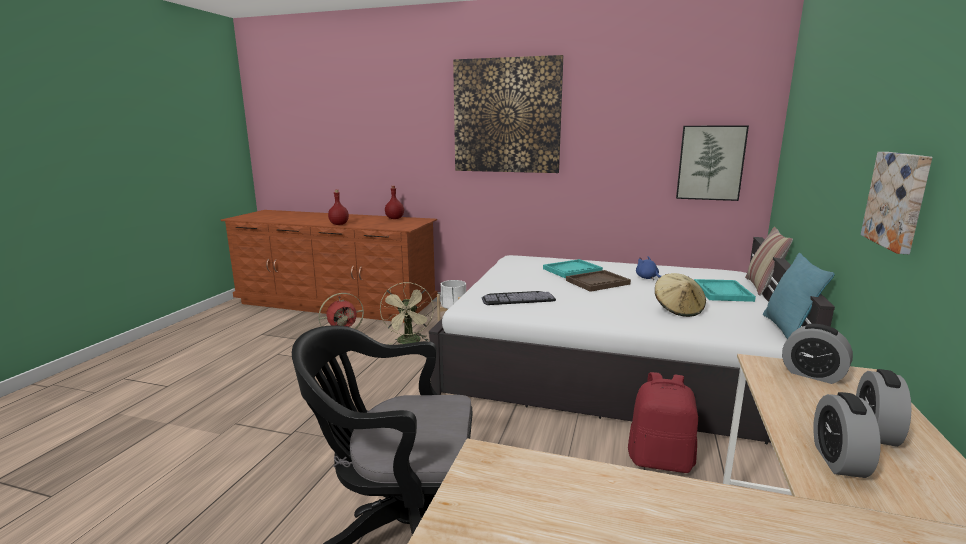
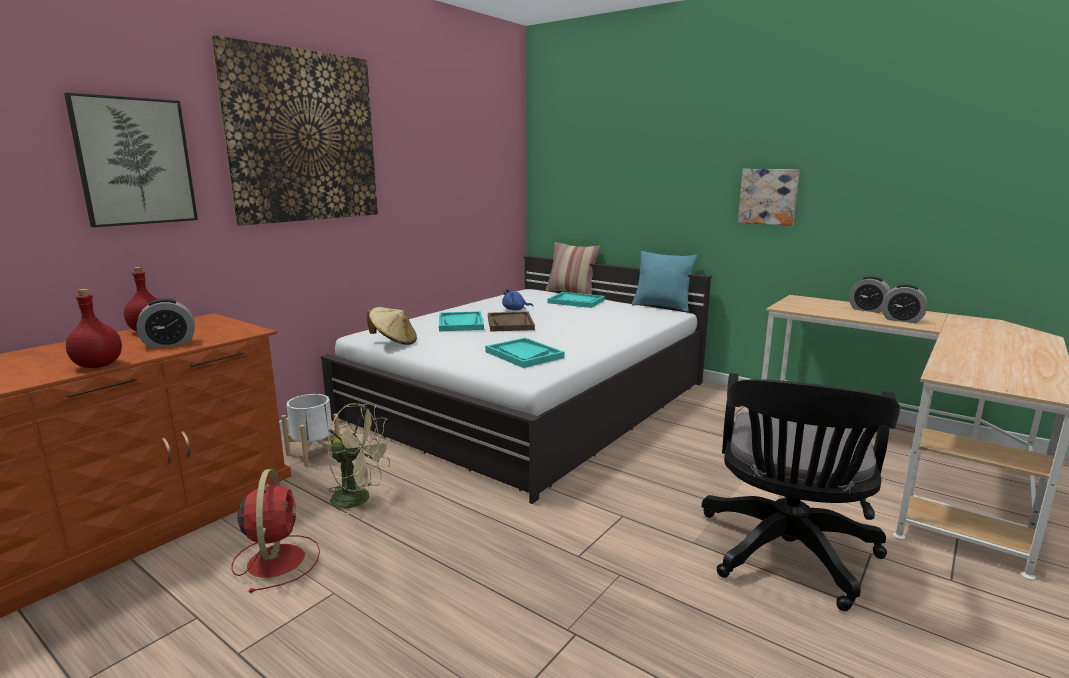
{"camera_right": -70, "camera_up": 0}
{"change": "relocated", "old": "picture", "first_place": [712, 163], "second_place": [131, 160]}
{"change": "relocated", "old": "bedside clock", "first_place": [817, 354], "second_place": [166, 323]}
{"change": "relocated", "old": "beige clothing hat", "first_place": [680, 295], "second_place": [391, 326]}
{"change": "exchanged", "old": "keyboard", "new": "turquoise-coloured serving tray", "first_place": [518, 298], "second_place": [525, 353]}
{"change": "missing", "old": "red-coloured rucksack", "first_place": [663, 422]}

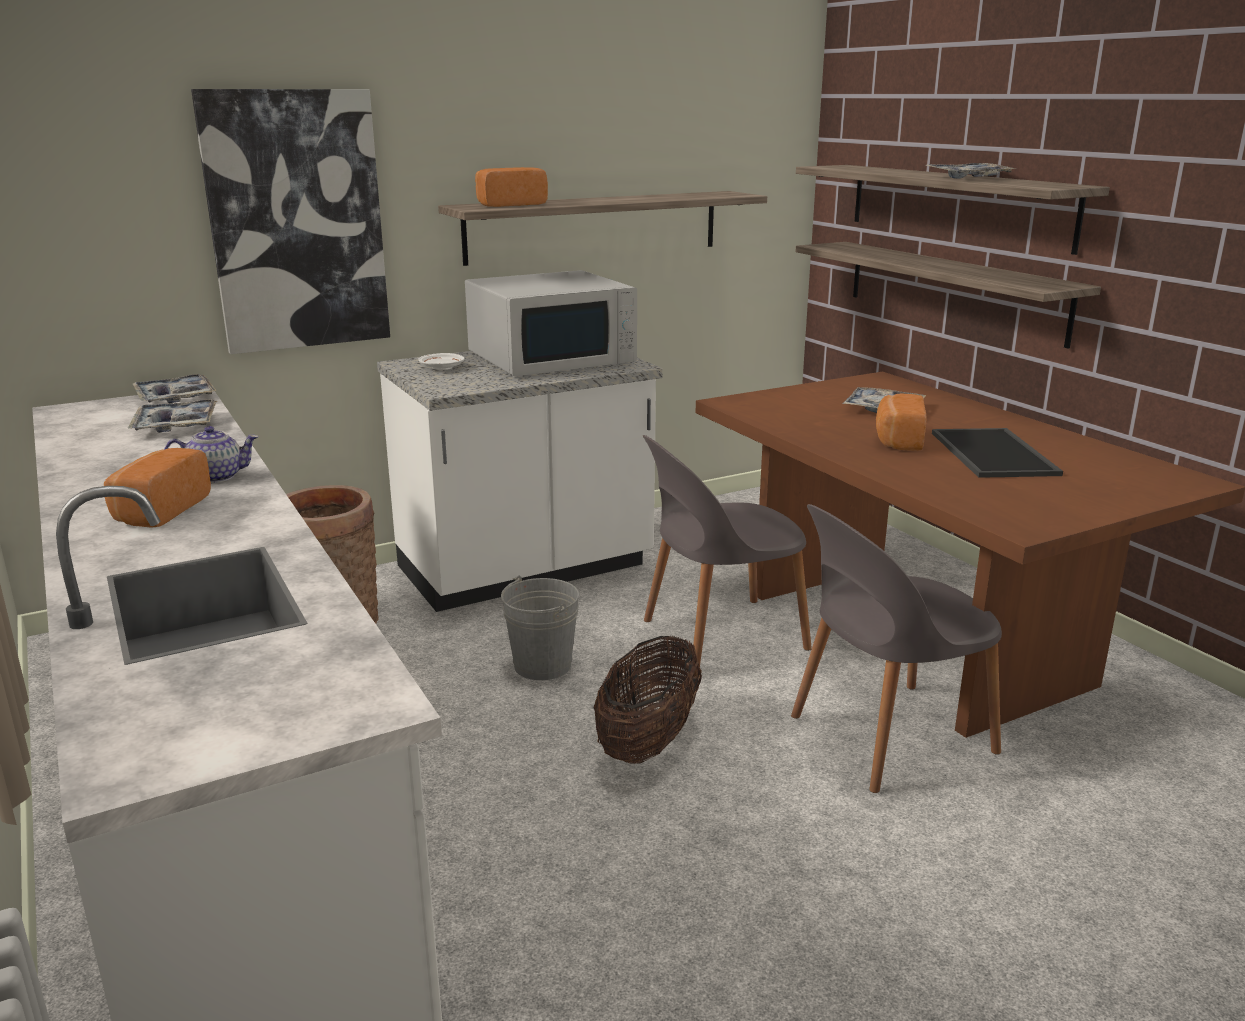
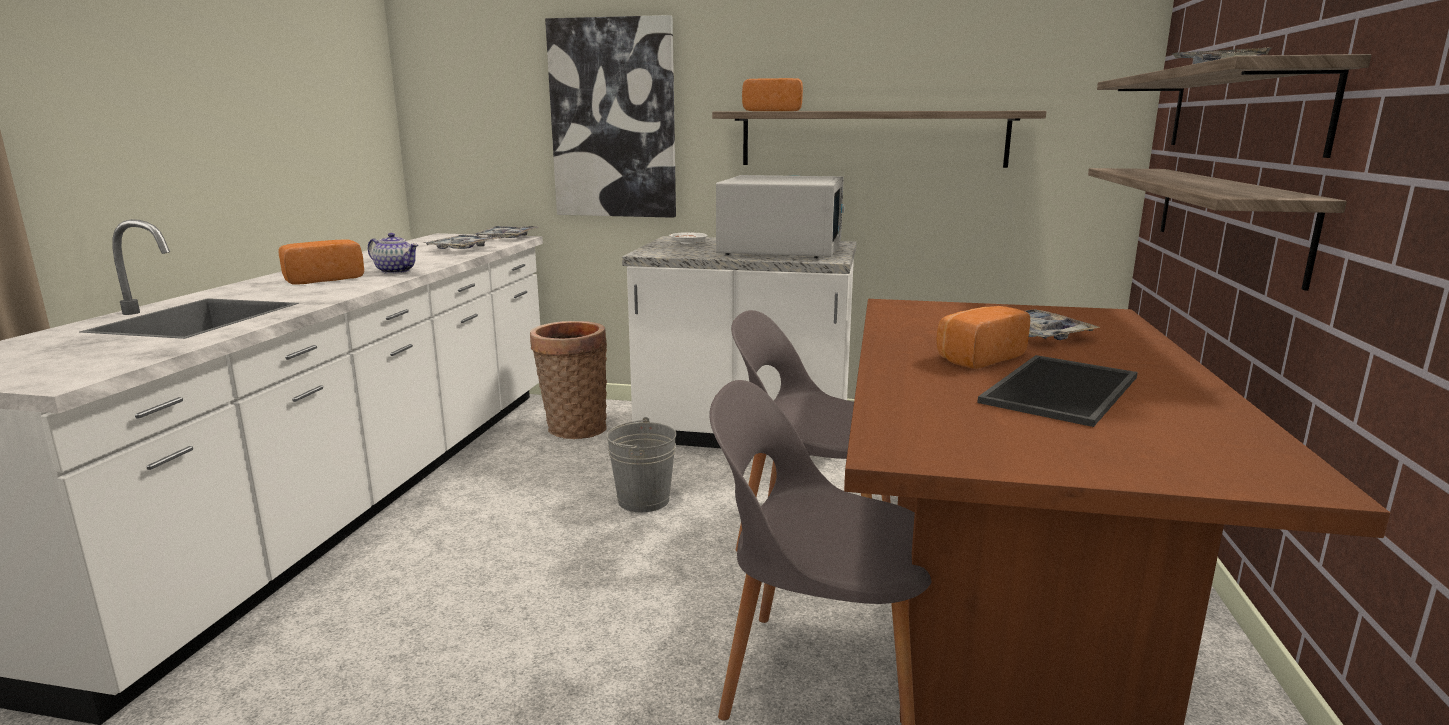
{"camera_right": 40, "camera_up": -5}
{"change": "spun", "old": "white-coloured microwave", "first_place": [551, 323], "second_place": [780, 216], "degrees": -90}
{"change": "missing", "old": "storage basket", "first_place": [647, 699]}

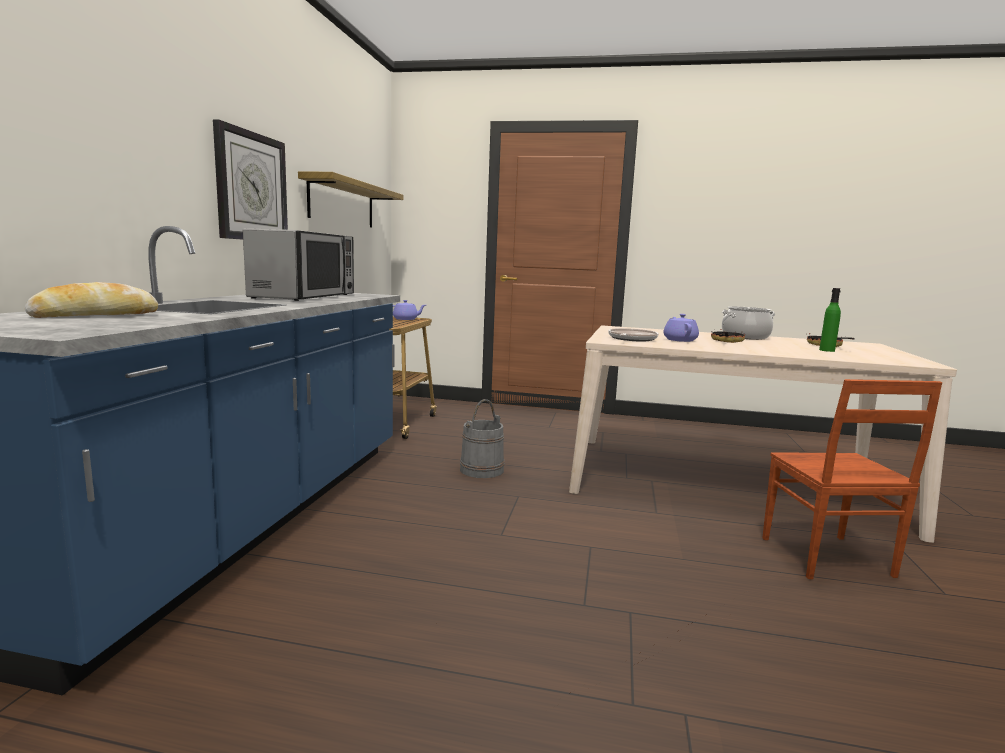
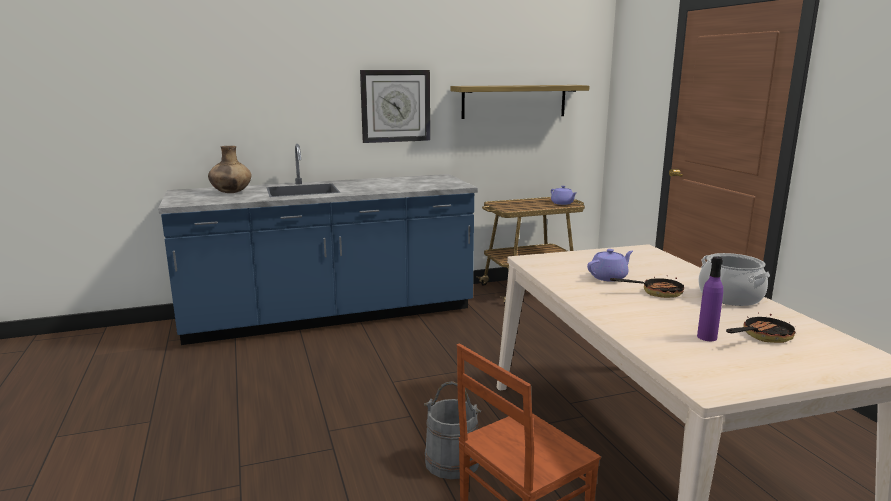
{"camera_right": 60, "camera_up": 5}
{"change": "exchanged", "old": "bread", "new": "brown vase", "first_place": [91, 300], "second_place": [230, 169]}
{"change": "relocated", "old": "grey pail", "first_place": [482, 438], "second_place": [452, 430]}
{"change": "colour", "old": "green-coloured bottle", "new": "purple bottle", "first_place": [830, 320], "second_place": [710, 298]}
{"change": "missing", "old": "microwave", "first_place": [298, 264]}
{"change": "missing", "old": "frying pan", "first_place": [633, 334]}

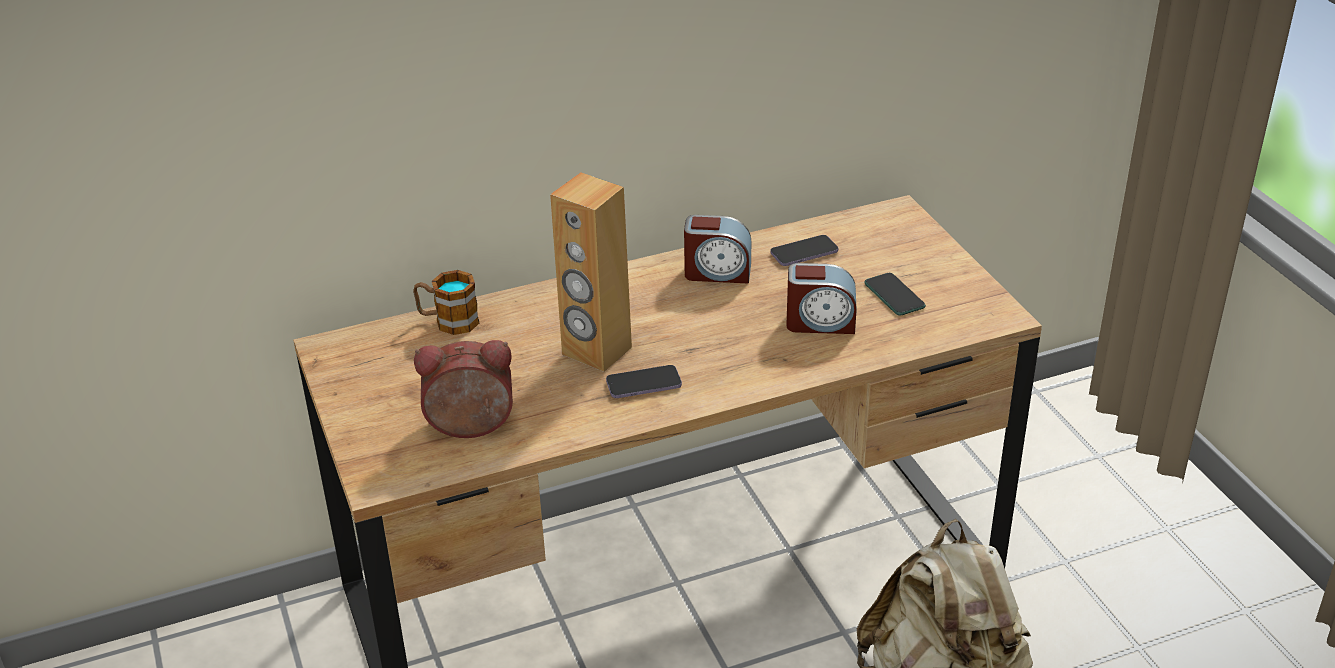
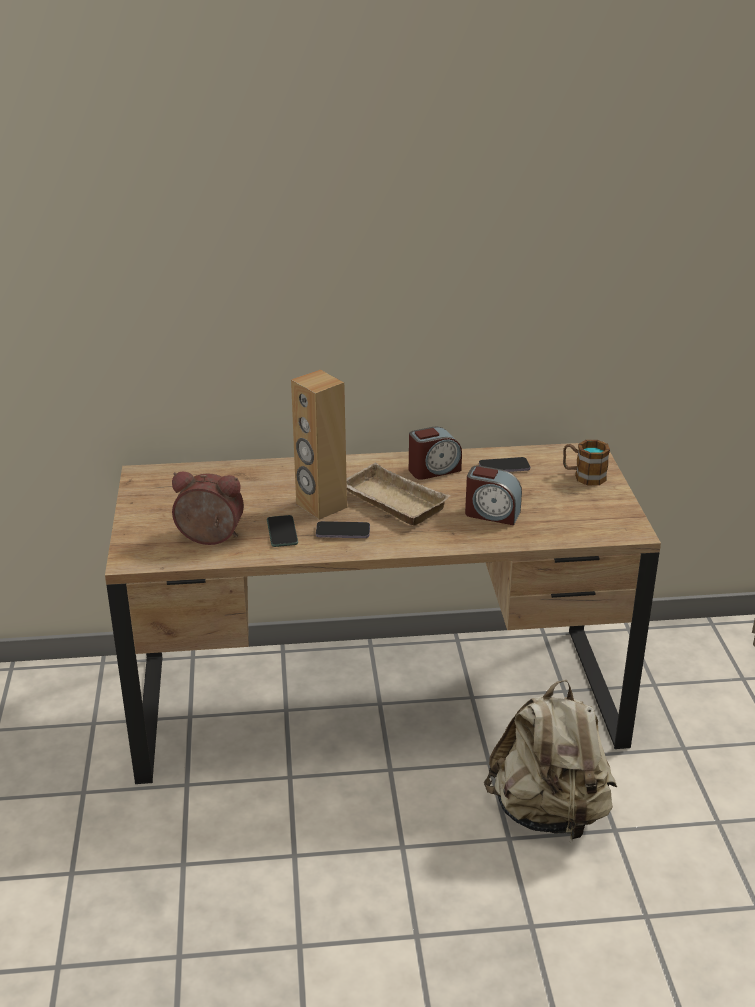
{"camera_right": 15, "camera_up": -5}
{"change": "relocated", "old": "telephone", "first_place": [895, 294], "second_place": [282, 531]}
{"change": "appeared", "new": "beige serving tray", "second_place": [398, 494]}
{"change": "spun", "old": "bedside clock", "first_place": [717, 249], "second_place": [435, 453], "degrees": -45}
{"change": "relocated", "old": "coffee mug", "first_place": [446, 302], "second_place": [586, 462]}

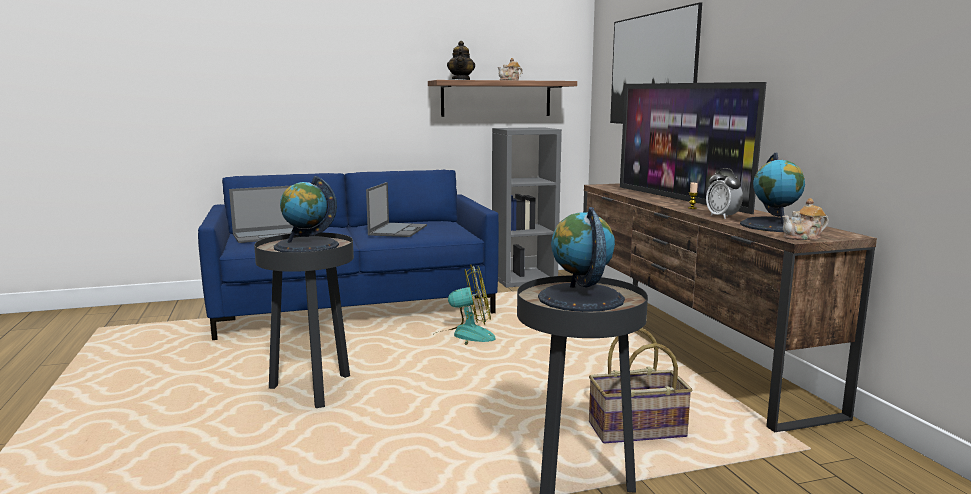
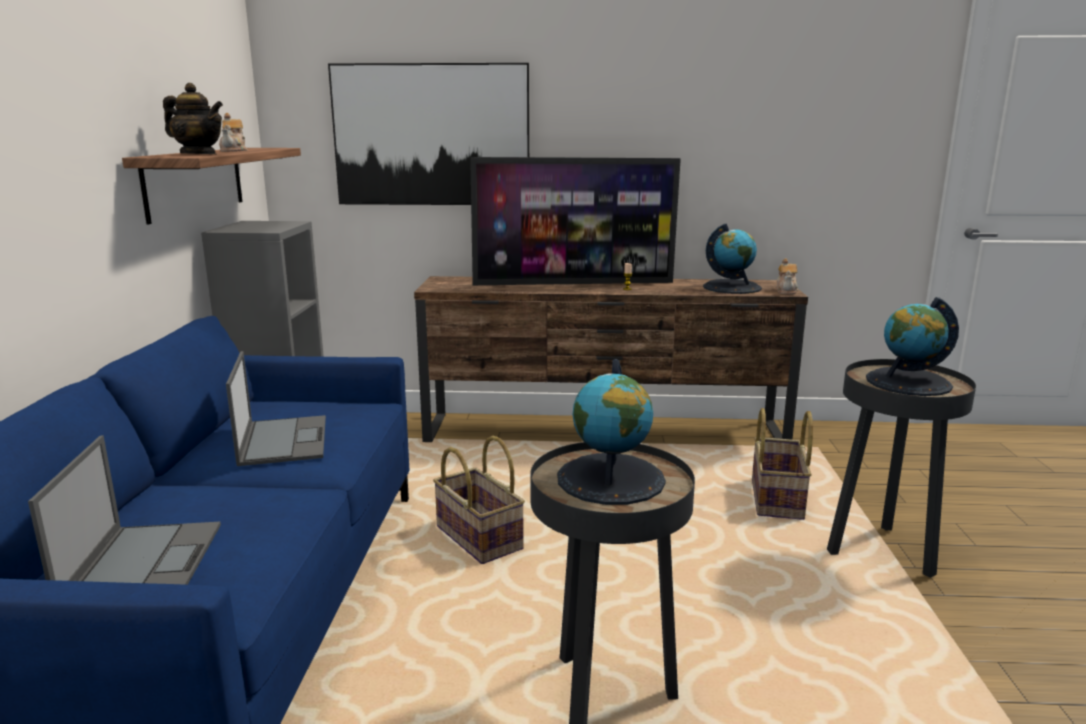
{"camera_right": -70, "camera_up": 5}
{"change": "spun", "old": "notebook computer", "first_place": [396, 209], "second_place": [276, 408], "degrees": 45}
{"change": "exchanged", "old": "fan", "new": "storage basket", "first_place": [465, 304], "second_place": [479, 500]}
{"change": "missing", "old": "bedside clock", "first_place": [724, 193]}

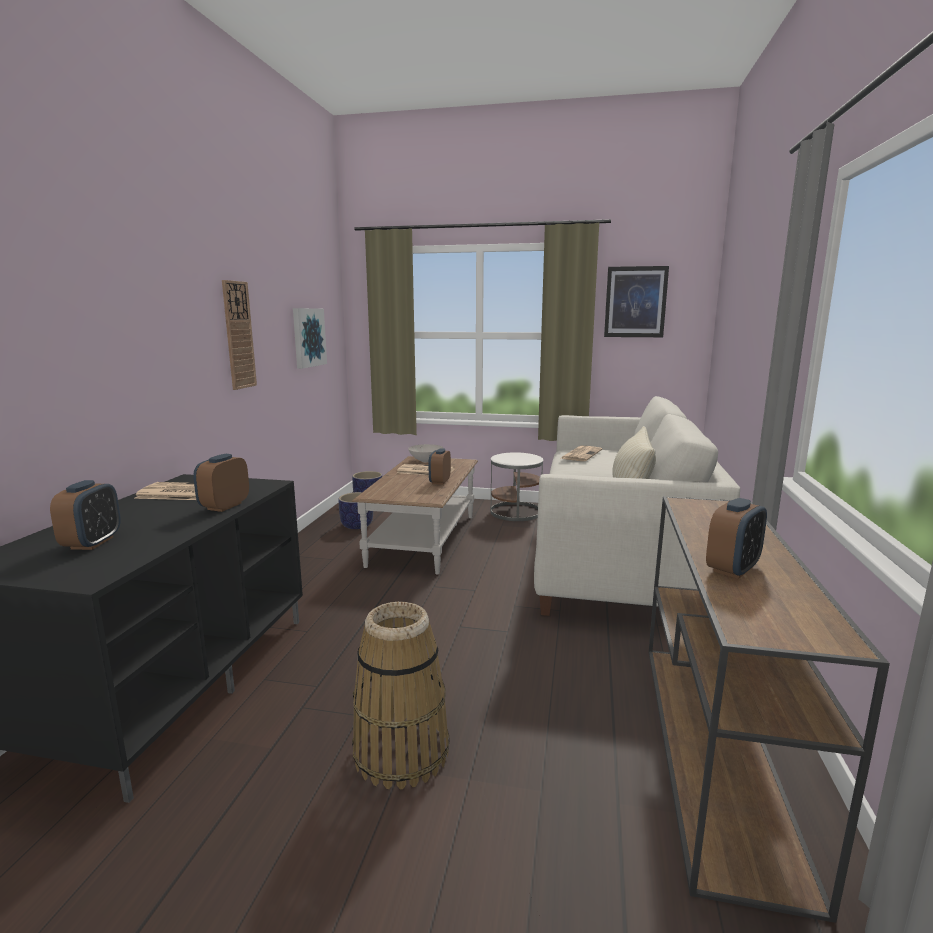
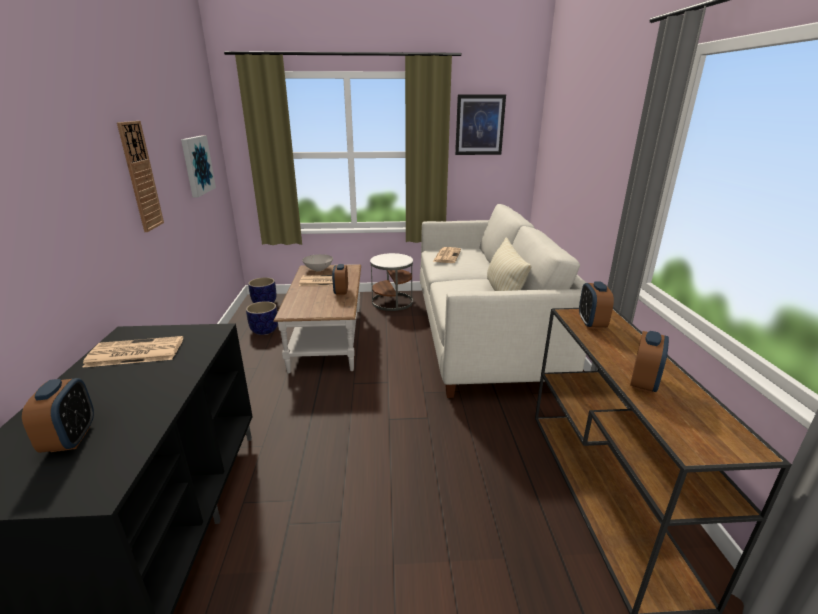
{"camera_right": -15, "camera_up": 10}
{"change": "relocated", "old": "bedside clock", "first_place": [221, 483], "second_place": [596, 305]}
{"change": "missing", "old": "storage basket", "first_place": [400, 696]}

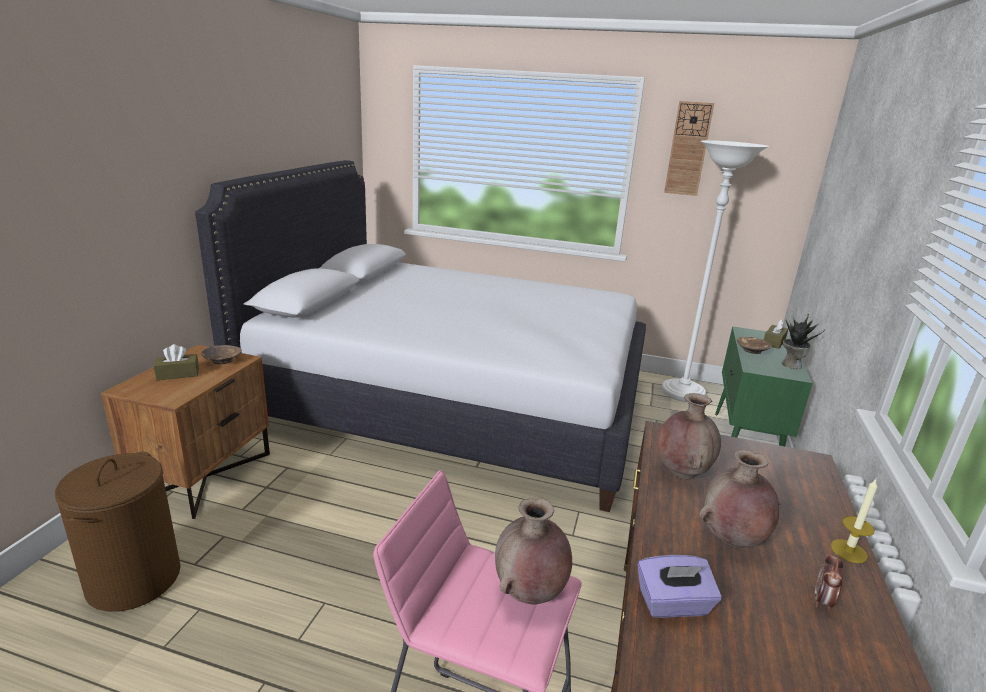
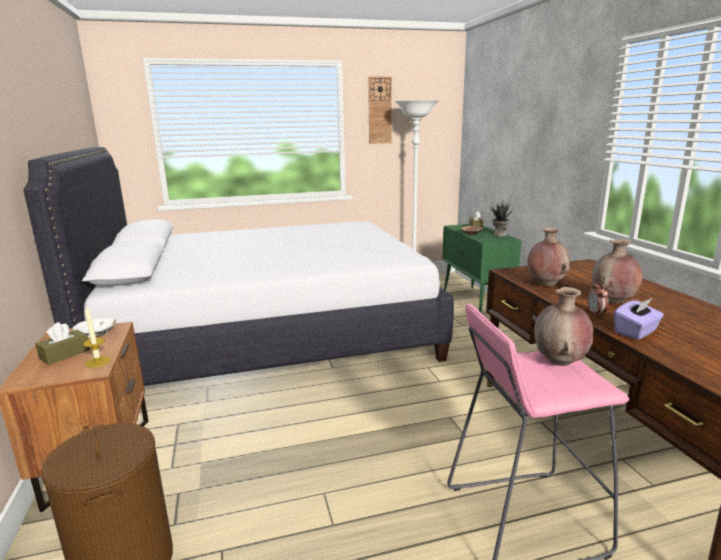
{"camera_right": -30, "camera_up": -5}
{"change": "colour", "old": "brown deep dish", "new": "white-coloured deep dish", "first_place": [221, 354], "second_place": [94, 328]}
{"change": "relocated", "old": "candle", "first_place": [854, 521], "second_place": [97, 337]}
{"change": "relocated", "old": "bedside clock", "first_place": [828, 582], "second_place": [598, 299]}

